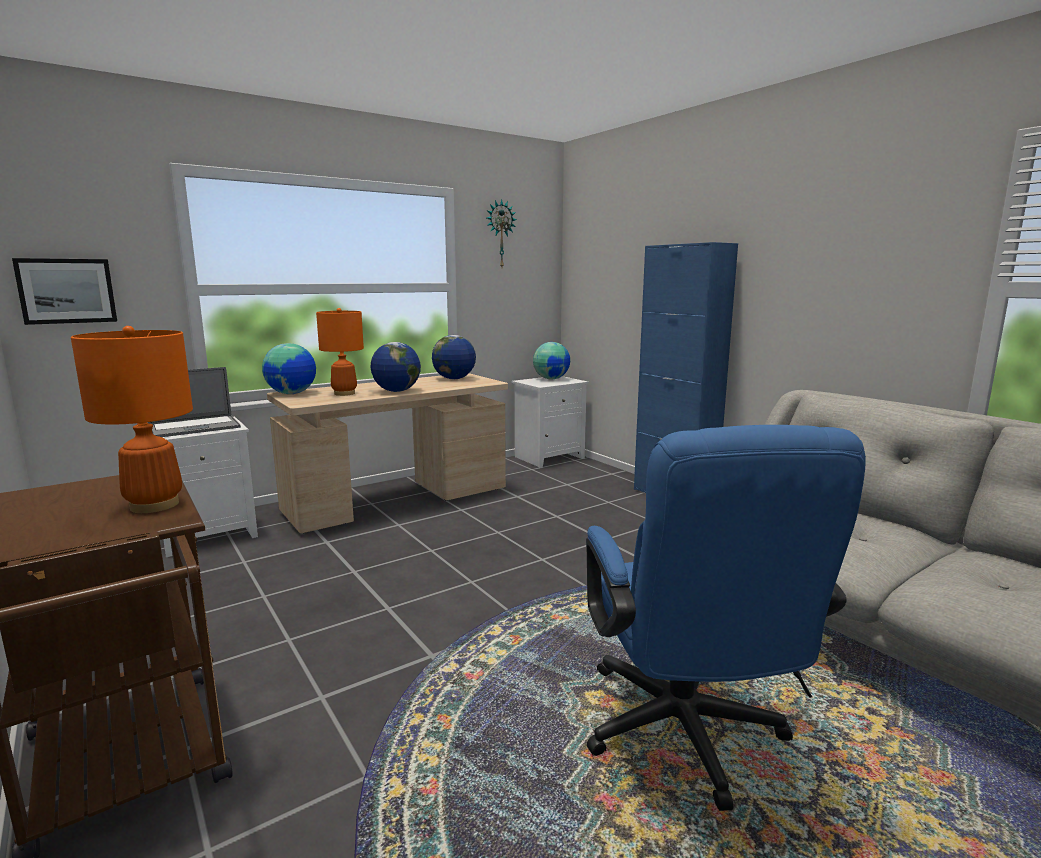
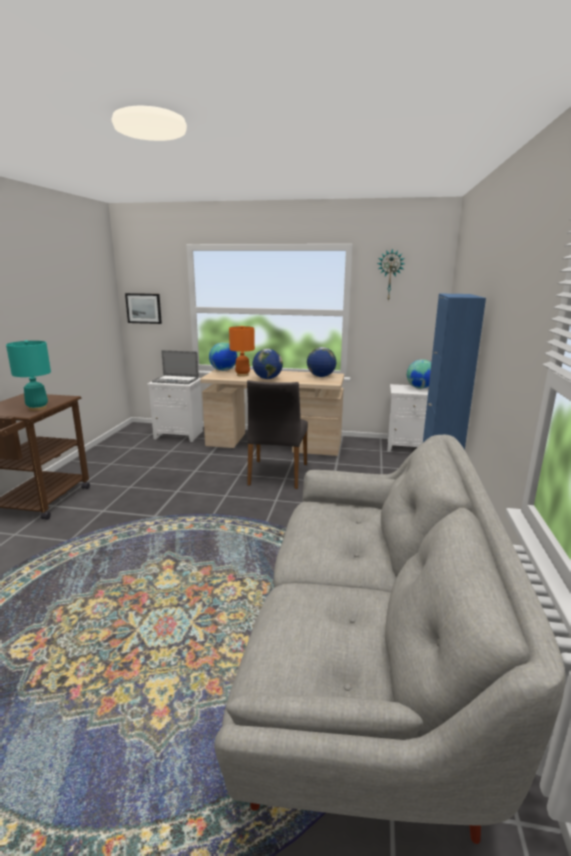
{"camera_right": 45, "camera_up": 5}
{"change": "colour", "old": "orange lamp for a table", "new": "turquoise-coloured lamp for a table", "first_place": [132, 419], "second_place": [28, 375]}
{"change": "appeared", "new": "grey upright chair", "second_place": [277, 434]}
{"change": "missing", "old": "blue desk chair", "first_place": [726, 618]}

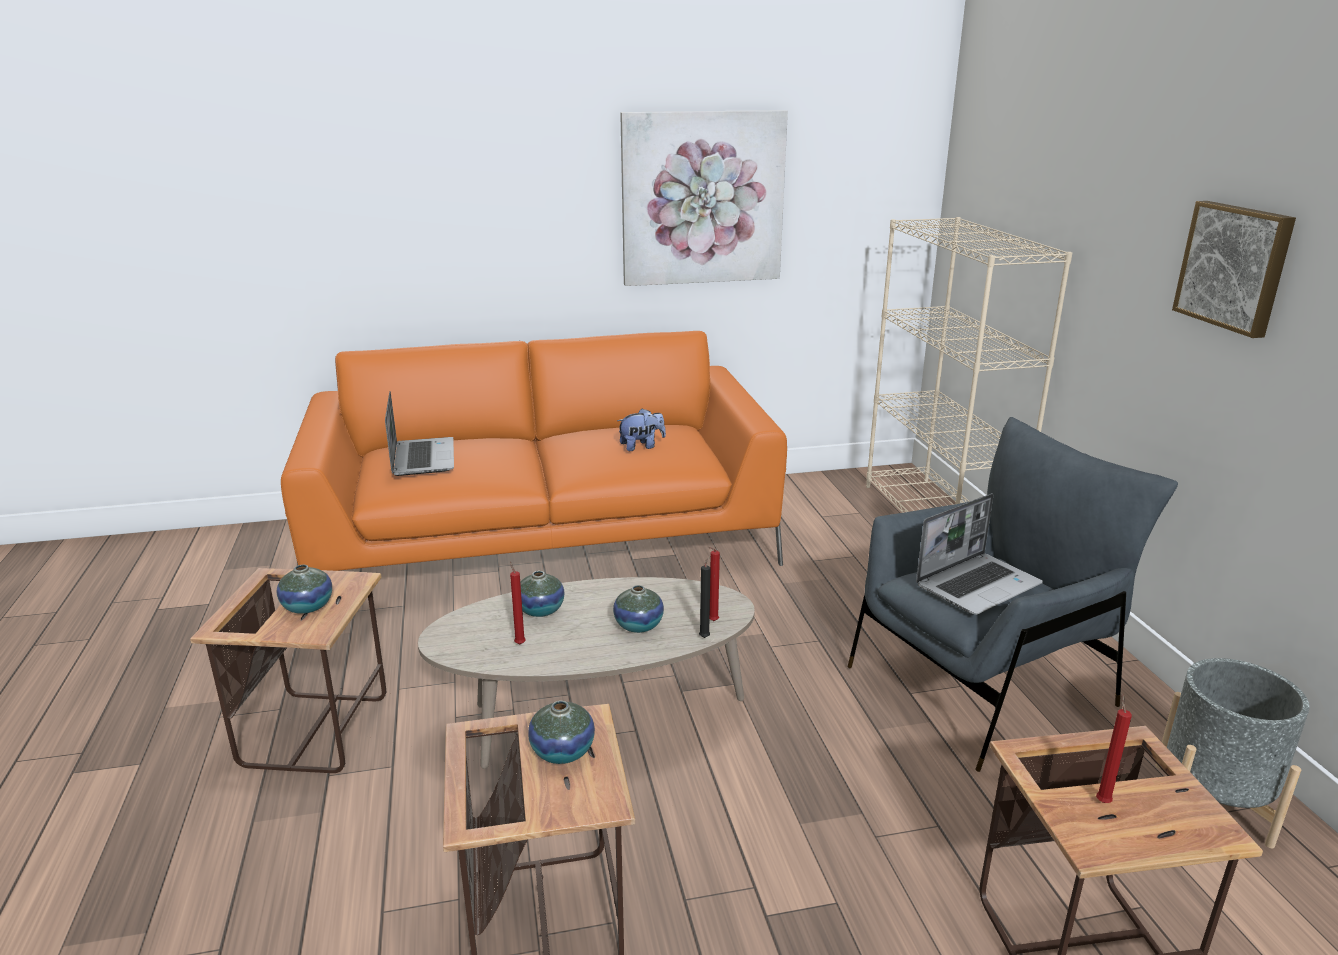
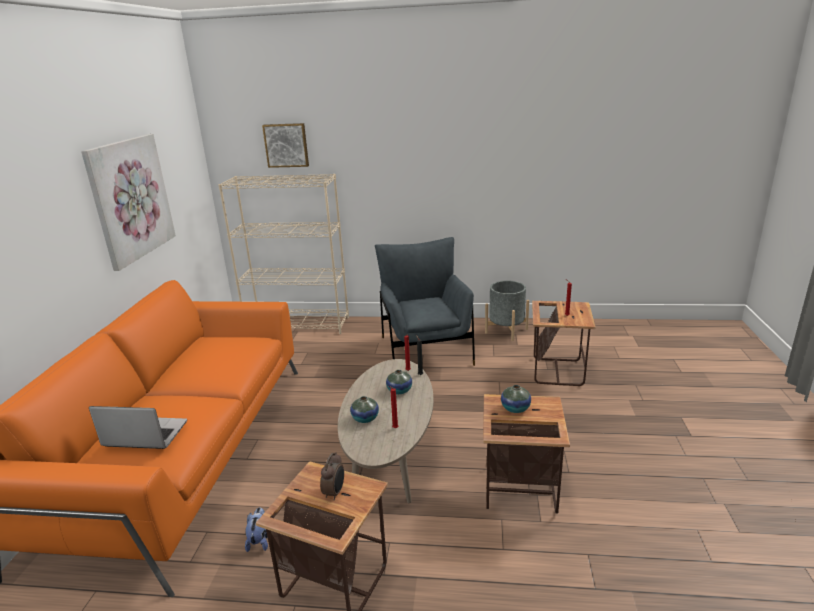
{"camera_right": -70, "camera_up": 0}
{"change": "relocated", "old": "plush toy", "first_place": [641, 429], "second_place": [256, 529]}
{"change": "relocated", "old": "picture", "first_place": [1234, 269], "second_place": [285, 145]}
{"change": "exchanged", "old": "vase", "new": "bedside clock", "first_place": [304, 589], "second_place": [332, 476]}
{"change": "missing", "old": "notebook computer", "first_place": [979, 554]}

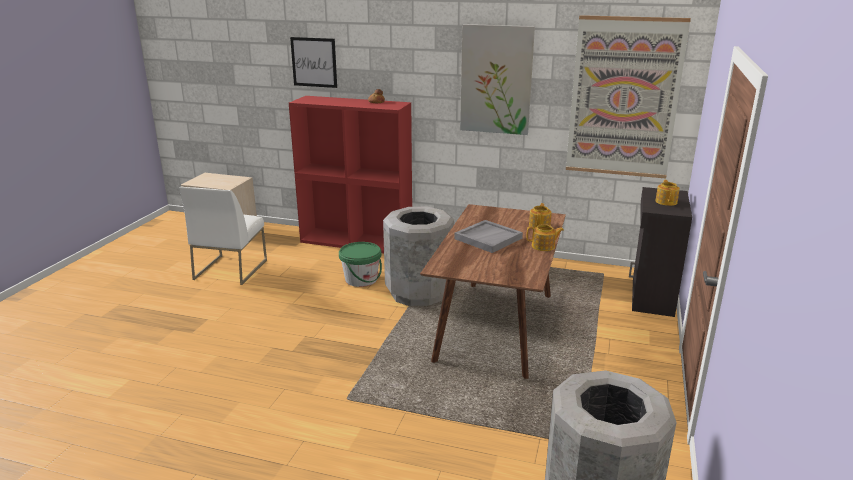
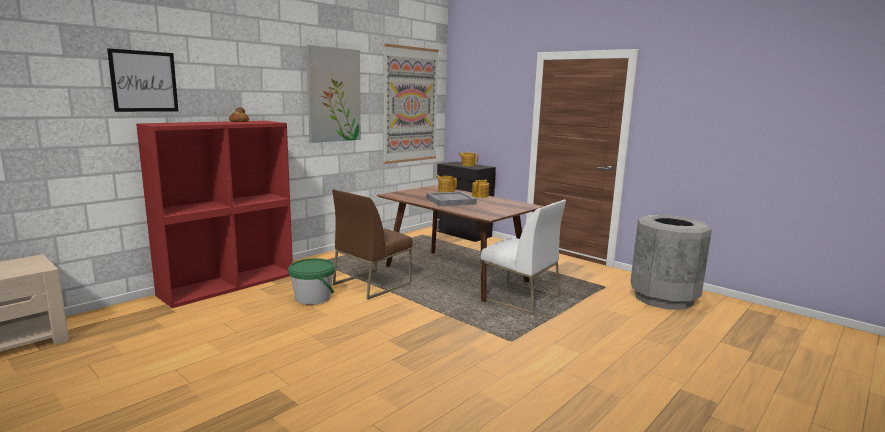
{"camera_right": -65, "camera_up": -10}
{"change": "exchanged", "old": "grey trash can", "new": "brown upright chair", "first_place": [418, 256], "second_place": [372, 244]}
{"change": "relocated", "old": "white-coloured upright chair", "first_place": [223, 236], "second_place": [523, 257]}

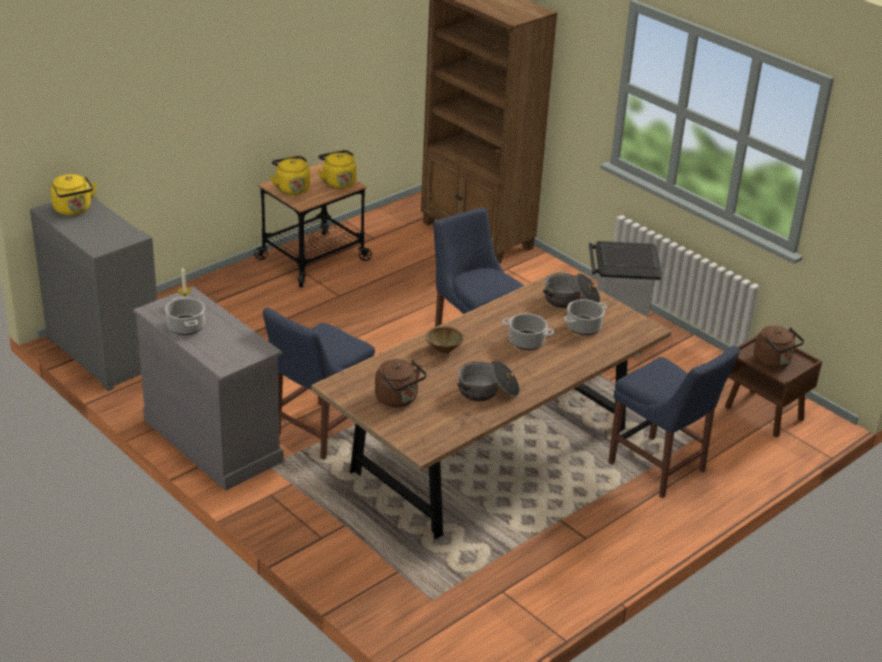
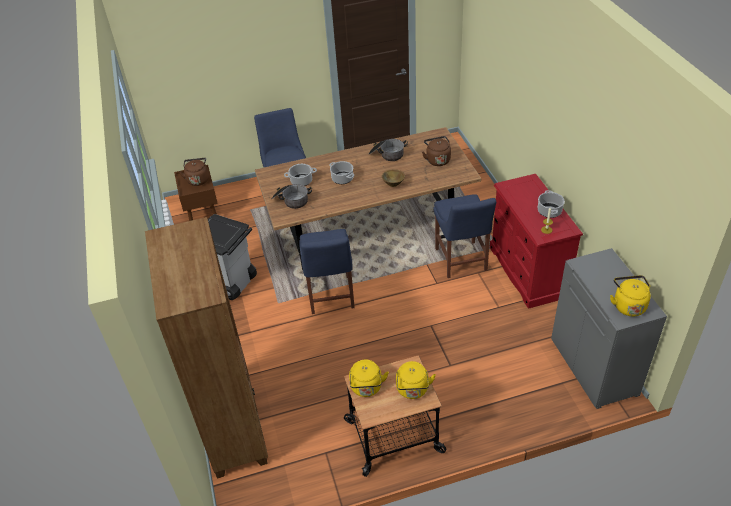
{"camera_right": -150, "camera_up": 10}
{"change": "spun", "old": "blue upright chair", "first_place": [319, 384], "second_place": [465, 236], "degrees": 105}
{"change": "colour", "old": "grey chest of drawers", "new": "red-coloured chest of drawers", "first_place": [208, 388], "second_place": [536, 241]}

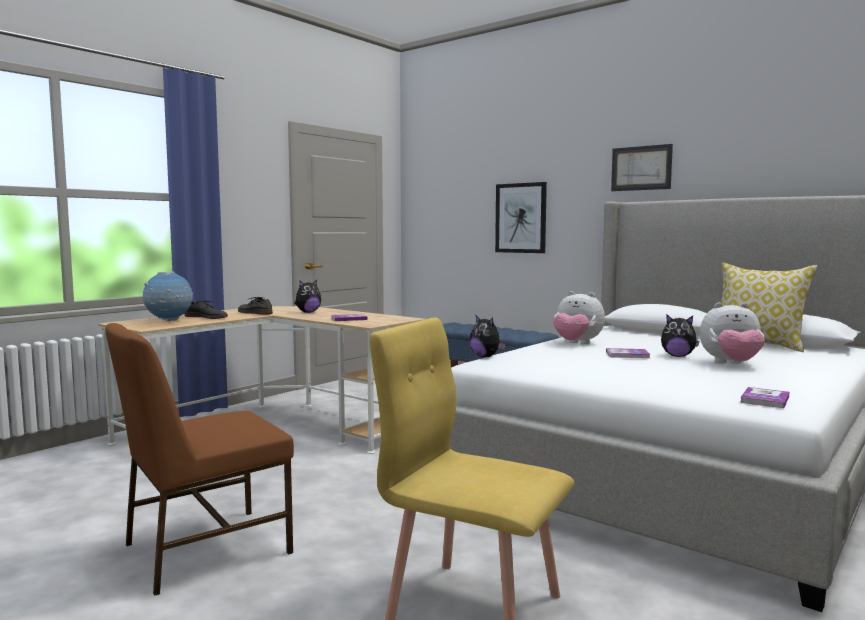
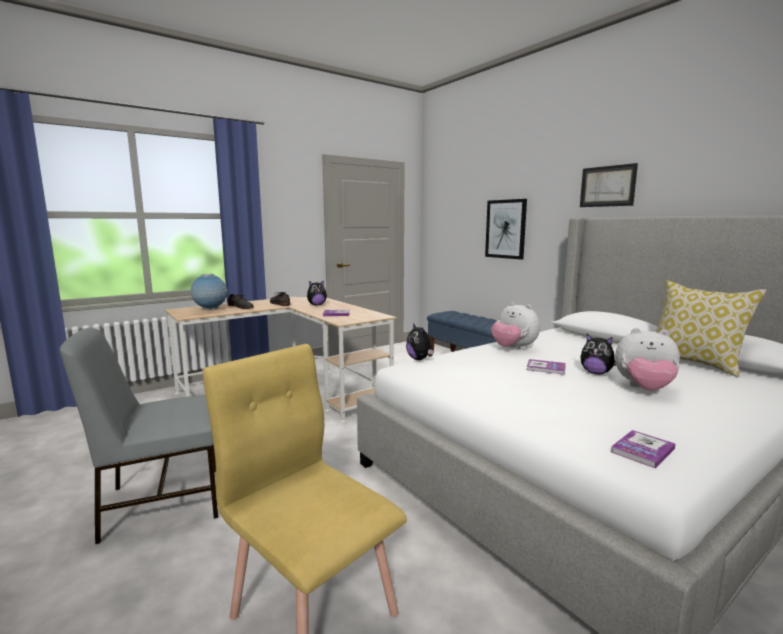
{"camera_right": 15, "camera_up": 5}
{"change": "colour", "old": "brown upright chair", "new": "grey upright chair", "first_place": [199, 459], "second_place": [139, 436]}

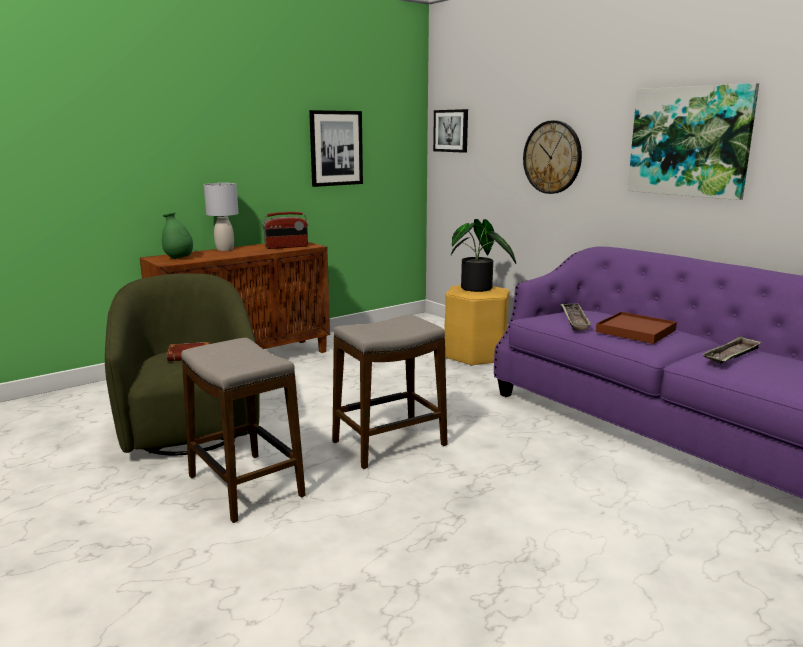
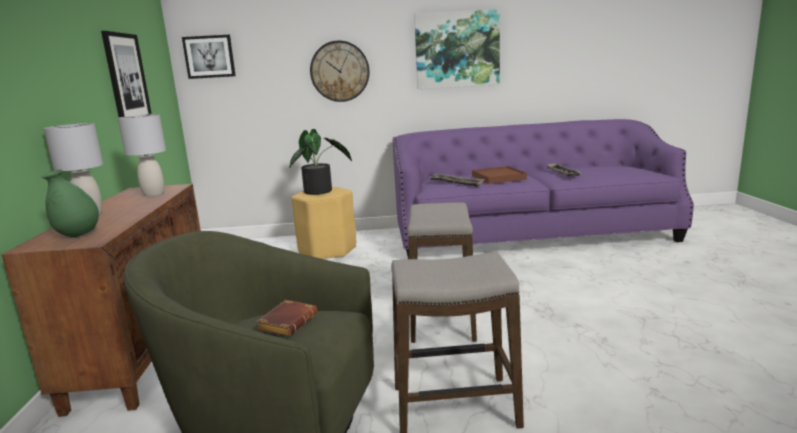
{"camera_right": -55, "camera_up": 0}
{"change": "exchanged", "old": "radio", "new": "grey lamp for a table", "first_place": [285, 230], "second_place": [141, 155]}

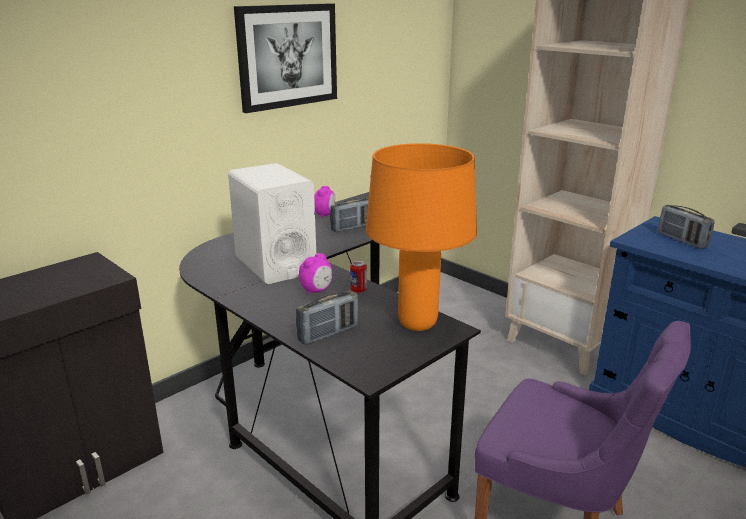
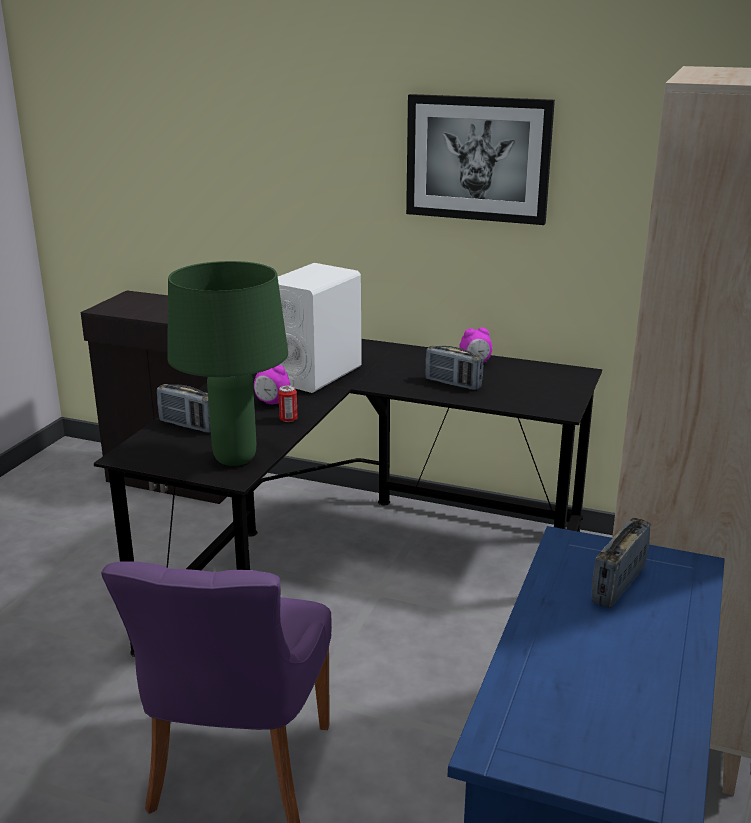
{"camera_right": 65, "camera_up": 0}
{"change": "colour", "old": "orange lamp for a table", "new": "green-coloured lamp for a table", "first_place": [421, 237], "second_place": [227, 363]}

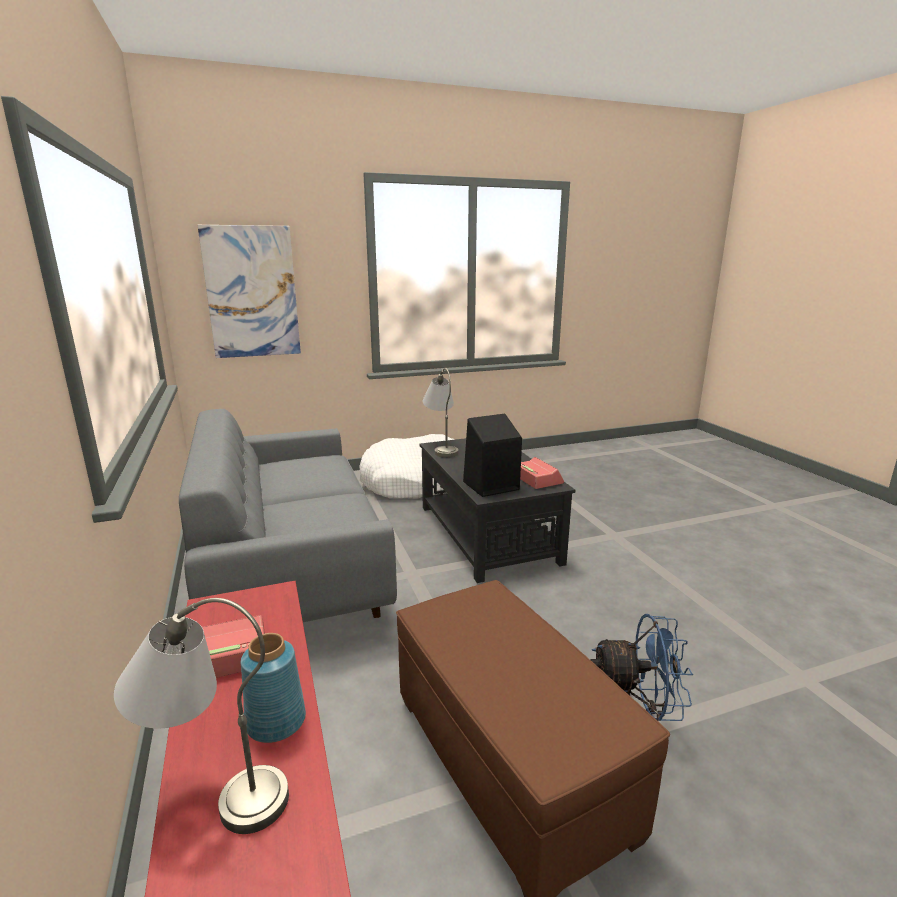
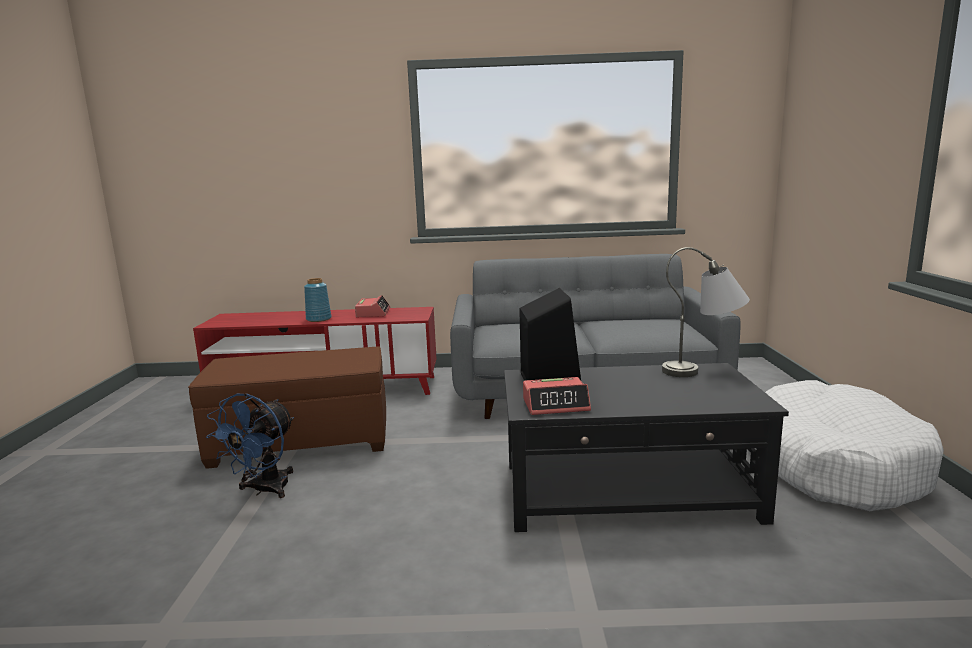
{"camera_right": 110, "camera_up": -5}
{"change": "missing", "old": "grey lamp for a table", "first_place": [201, 716]}
{"change": "missing", "old": "picture", "first_place": [249, 291]}

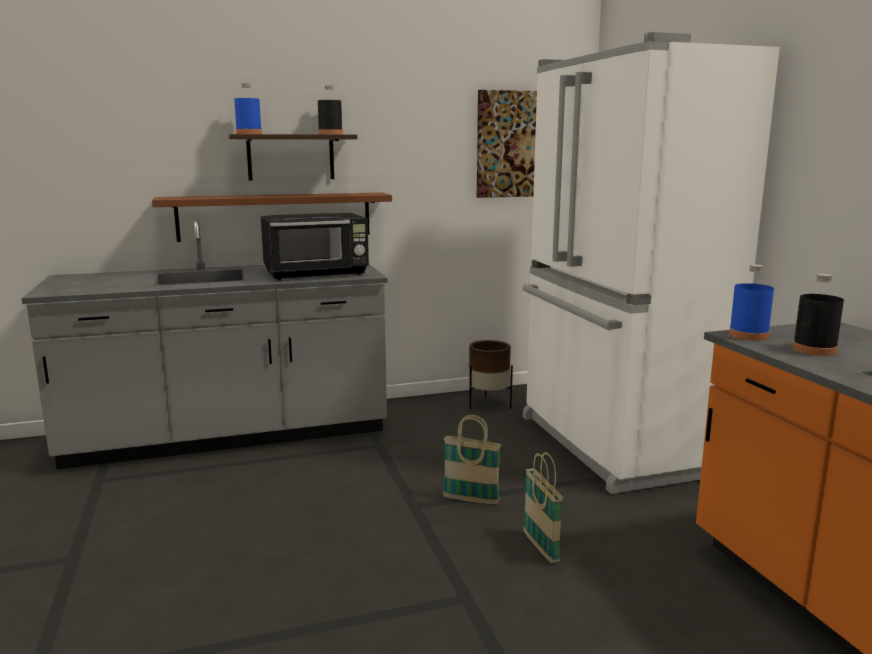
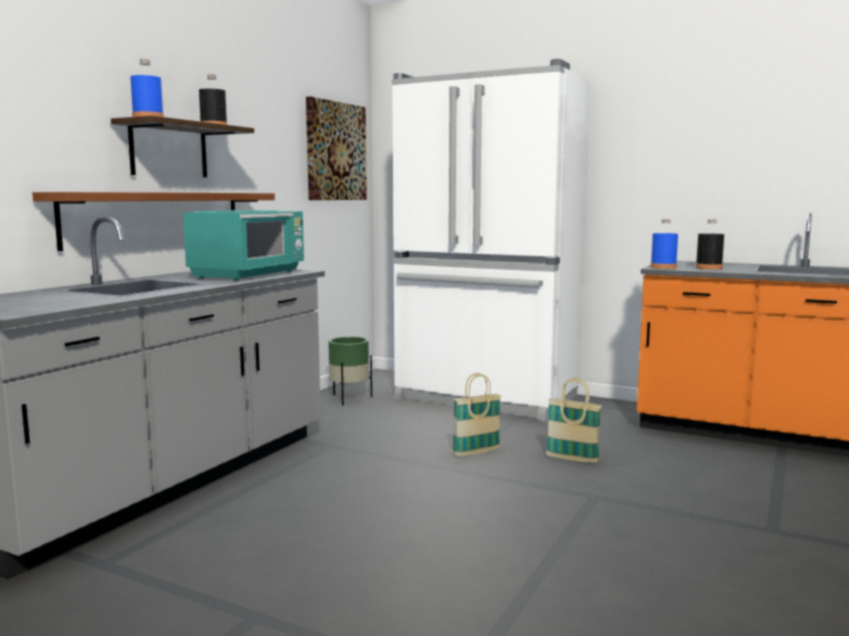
{"camera_right": -45, "camera_up": -5}
{"change": "colour", "old": "black microwave", "new": "turquoise-coloured microwave", "first_place": [315, 246], "second_place": [243, 245]}
{"change": "colour", "old": "brown planter", "new": "green-coloured planter", "first_place": [491, 375], "second_place": [350, 371]}

